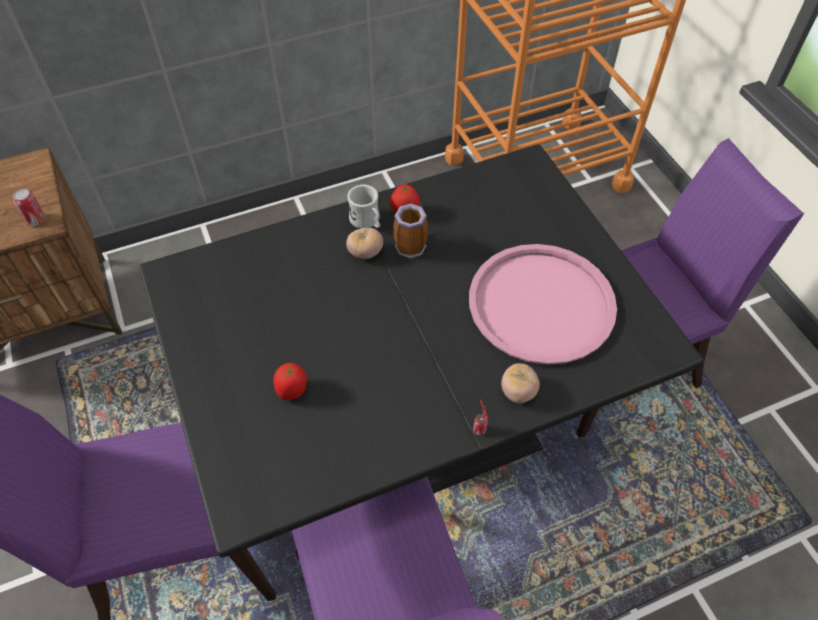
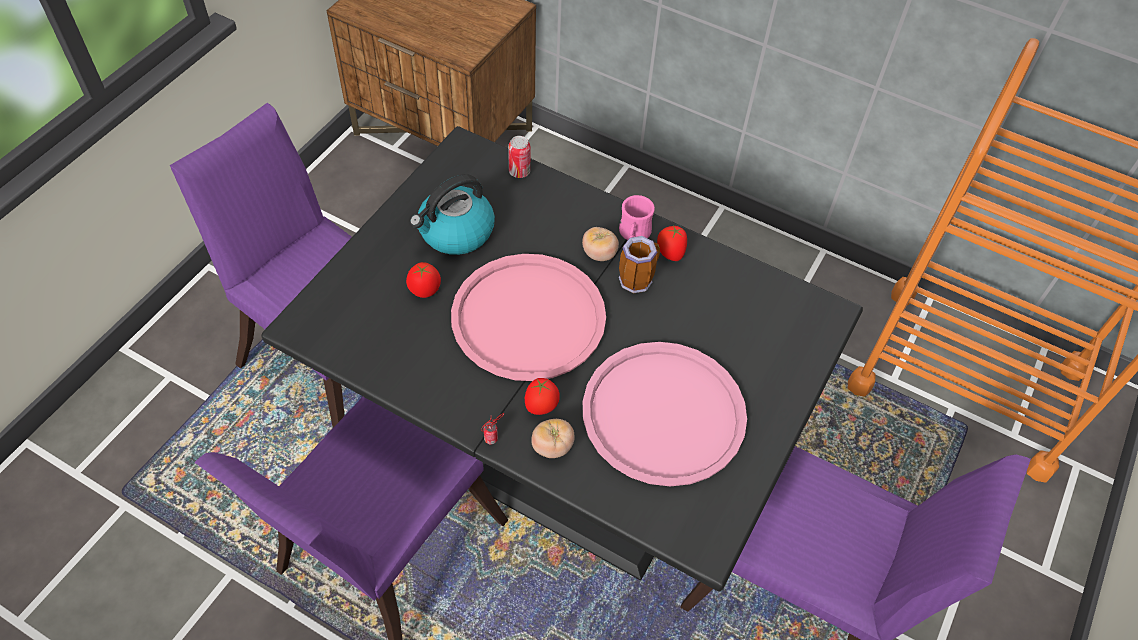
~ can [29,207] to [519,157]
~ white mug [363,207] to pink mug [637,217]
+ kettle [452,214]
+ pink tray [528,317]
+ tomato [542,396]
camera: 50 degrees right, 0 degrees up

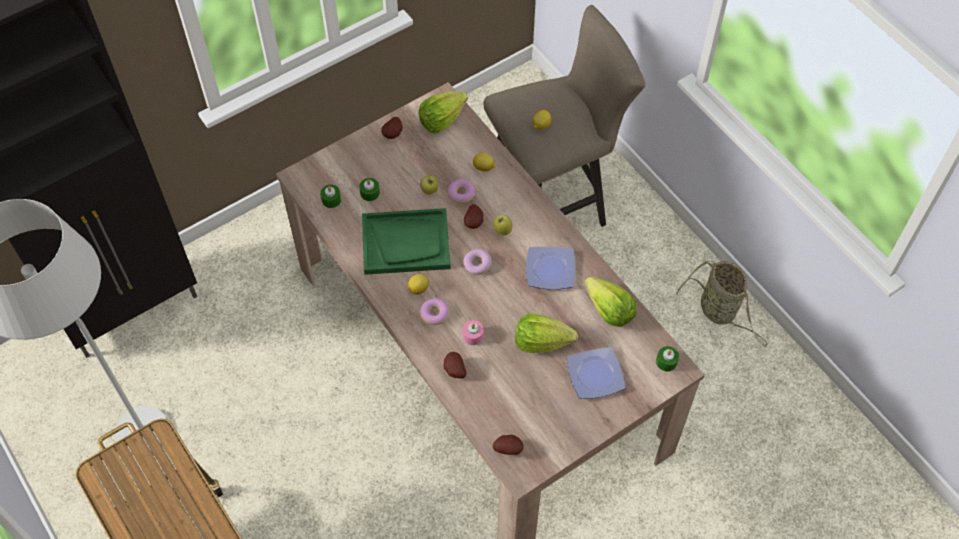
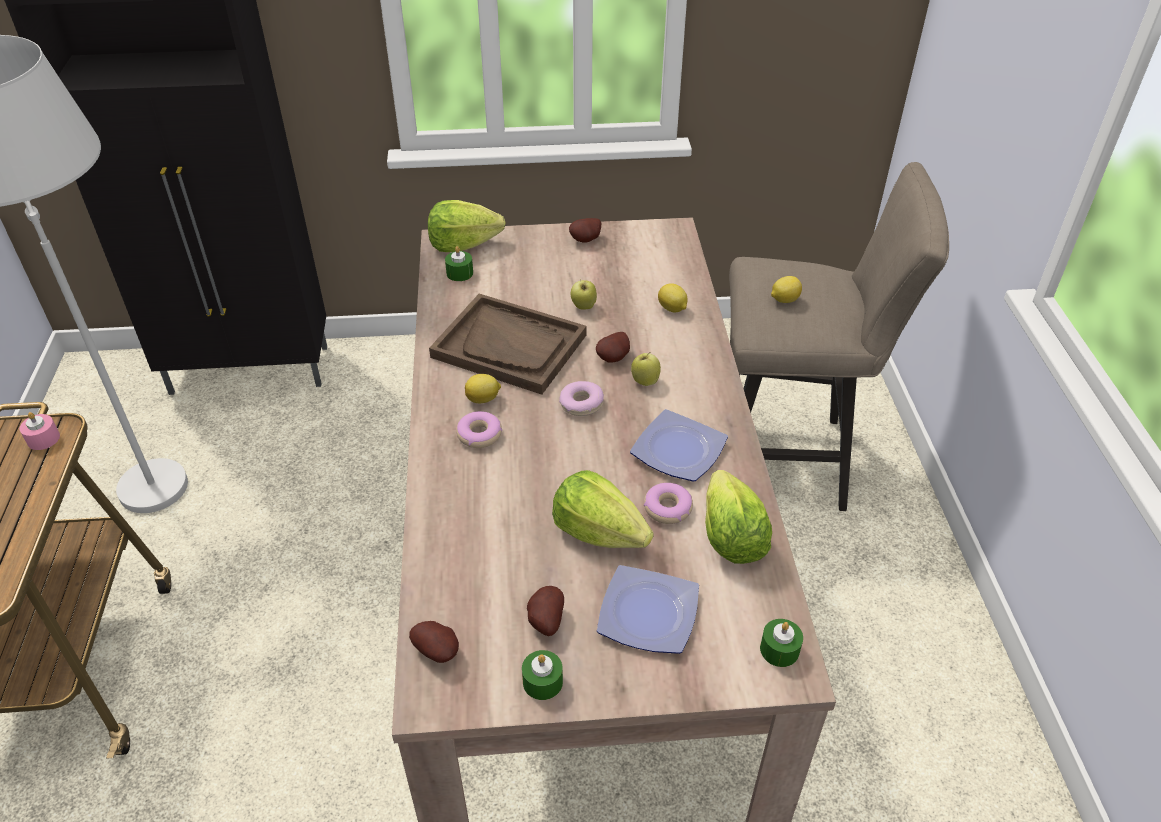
~ green candle [369,189] to [542,675]
~ green tray [406,241] to brown tray [508,344]
~ lettuce [443,112] to [467,226]
~ potato [455,365] to [545,611]
~ donut [461,191] to [668,503]
~ pink candle [473,332] to [39,431]
- basket [721,304]
camera: 30 degrees right, 15 degrees down

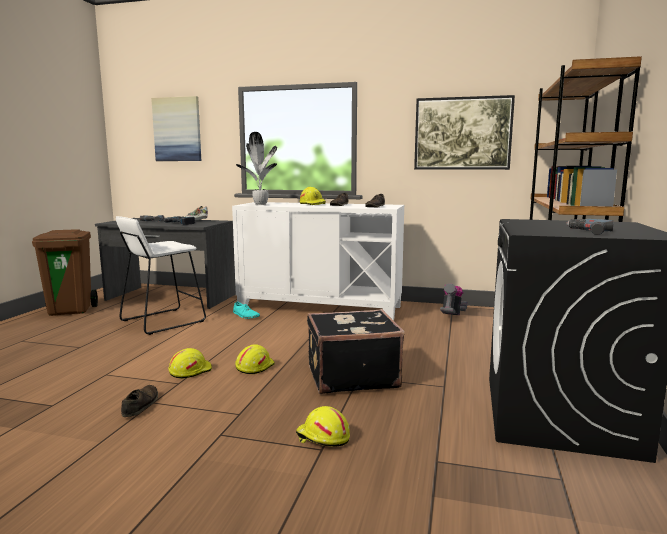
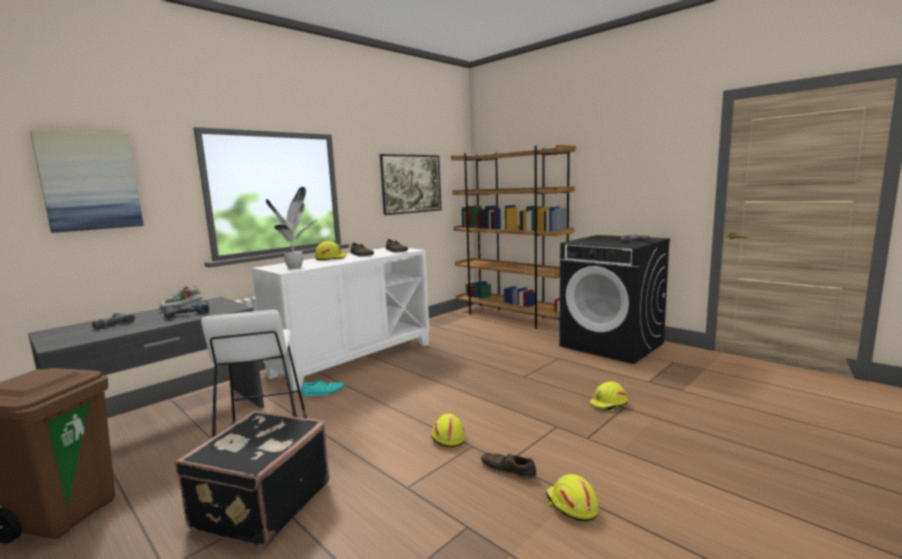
~ yellow hard hat [255,359] to [572,498]
~ black suitcase [356,351] to [252,479]
- vacuum cleaner [454,299]
camera: 60 degrees left, 0 degrees up

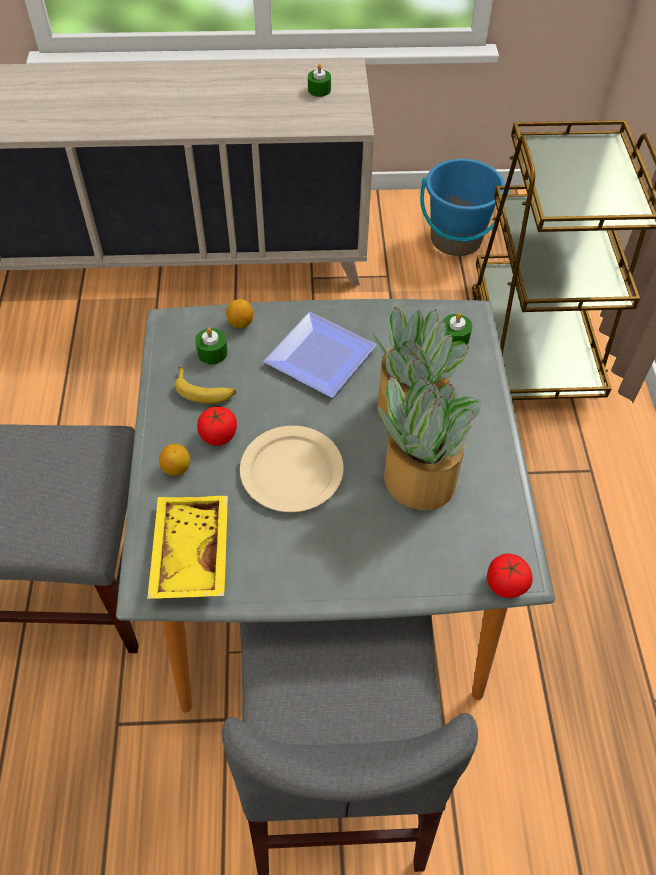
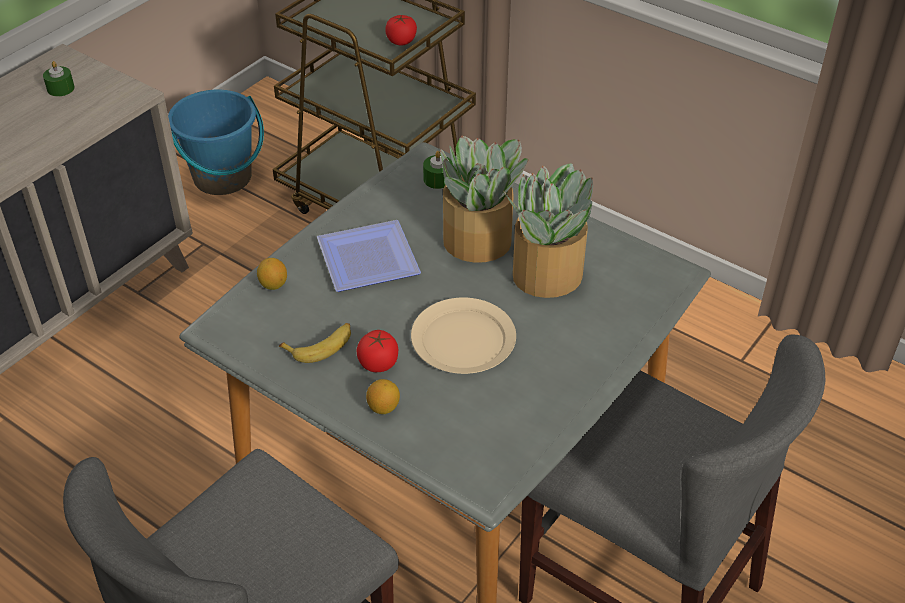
- yellow tray [187,547]
- green candle [211,346]
~ tomato [510,576] to [401,30]
camera: 50 degrees left, 10 degrees down

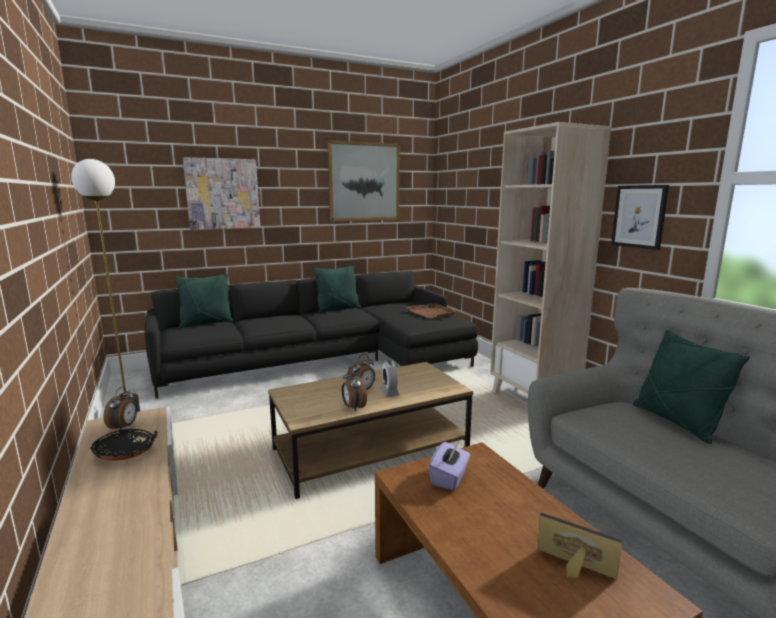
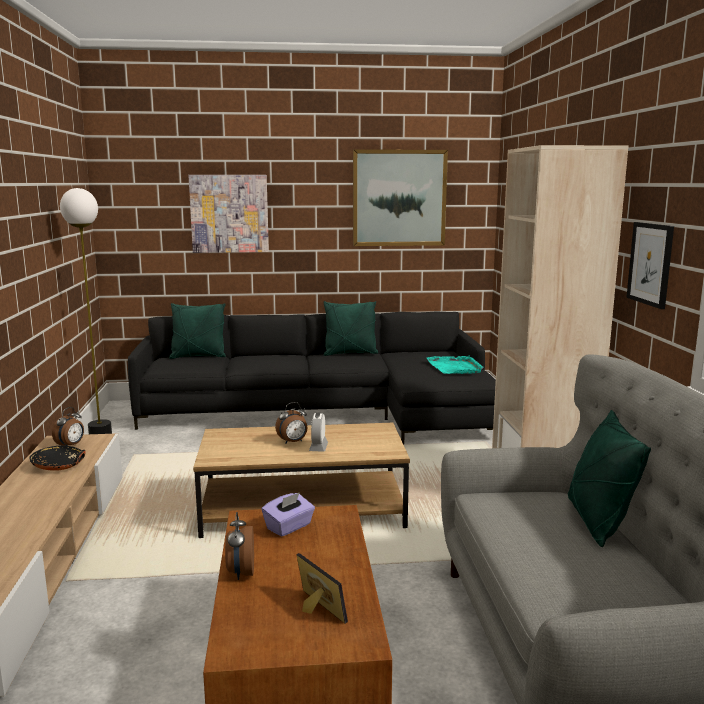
~ alarm clock [354,389] to [239,546]
~ brown tray [430,310] to turquoise tray [455,364]
camera: 20 degrees right, 0 degrees up

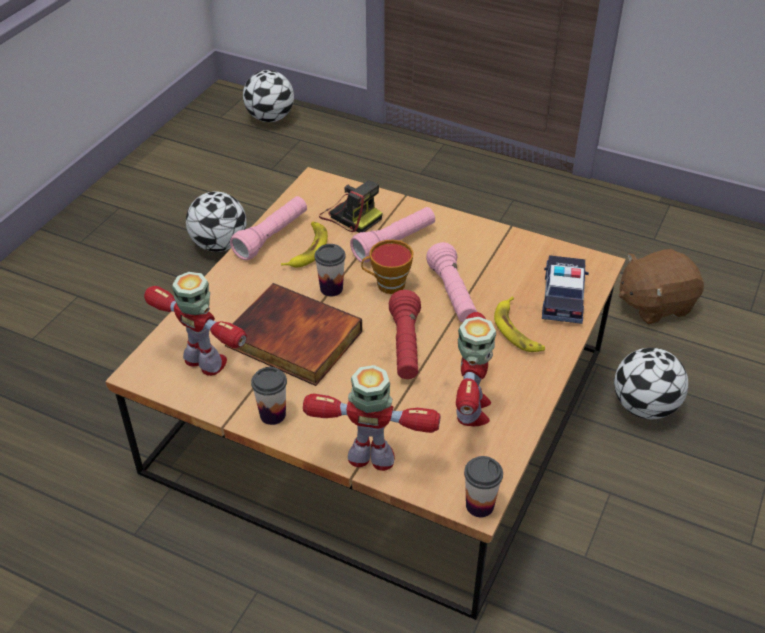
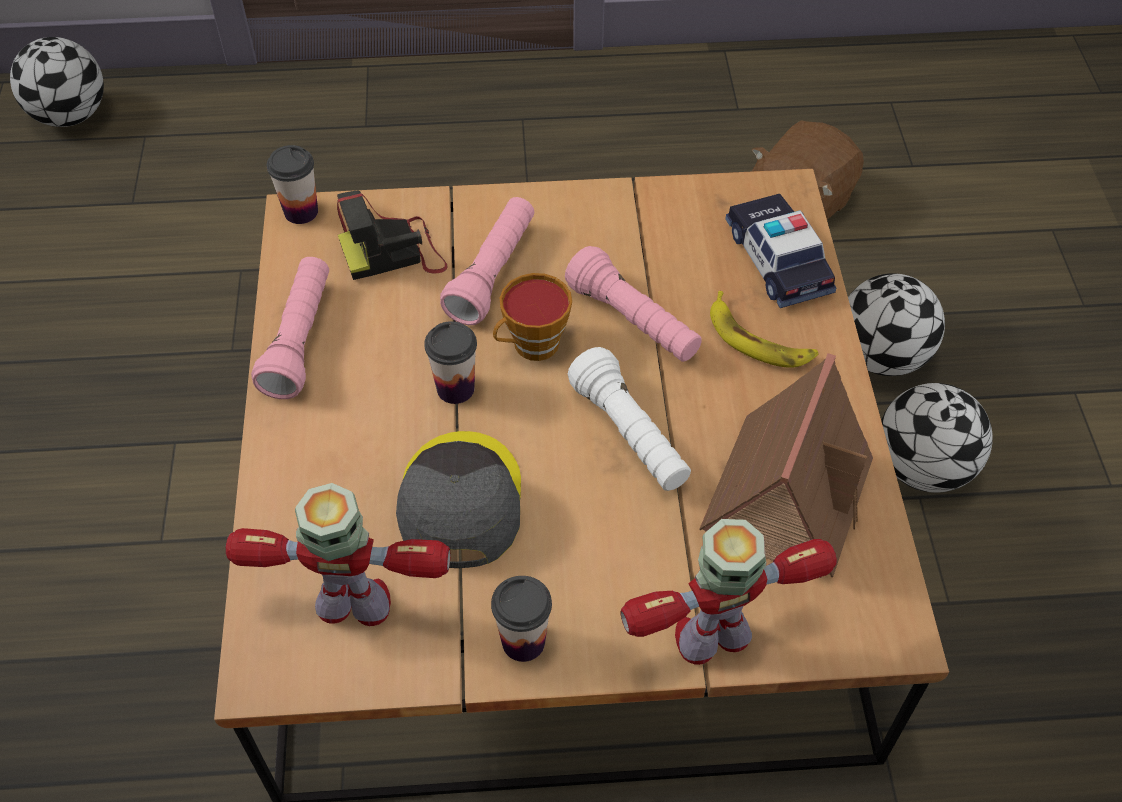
~ football [216,221] to [937,438]
~ book [293,334] to grey cap [458,499]
- banana [304,245]
~ photo camera [350,206] = [392,235] 150 degrees clockwise
~ red flashlight [405,334] to white flashlight [629,419]
~ toy robot [476,369] to toy house [786,465]
~ cup [483,486] to [292,184]
camera: 30 degrees left, 10 degrees up

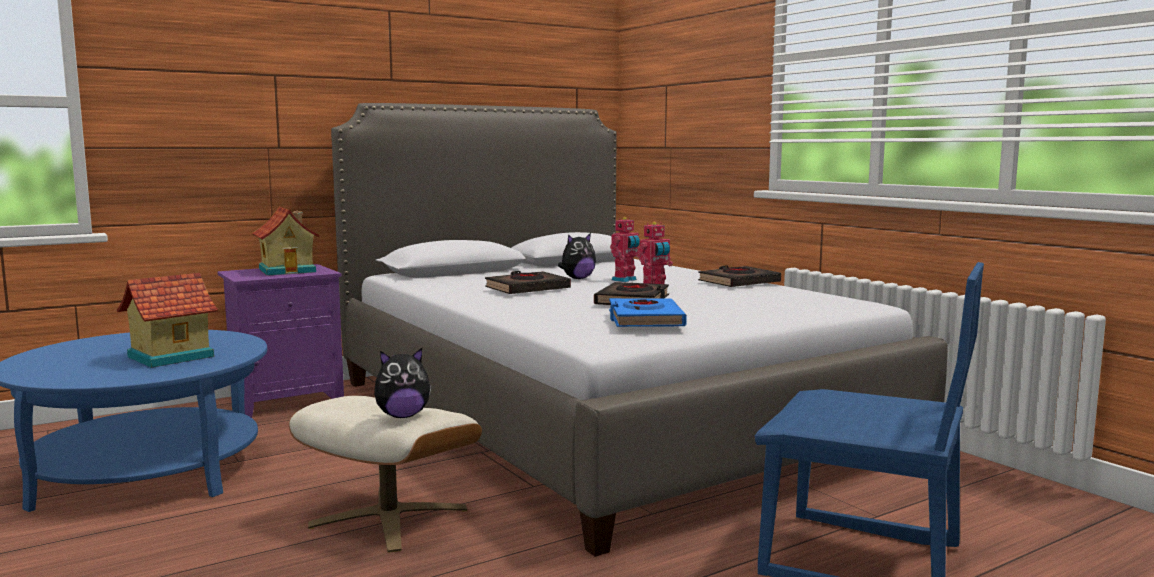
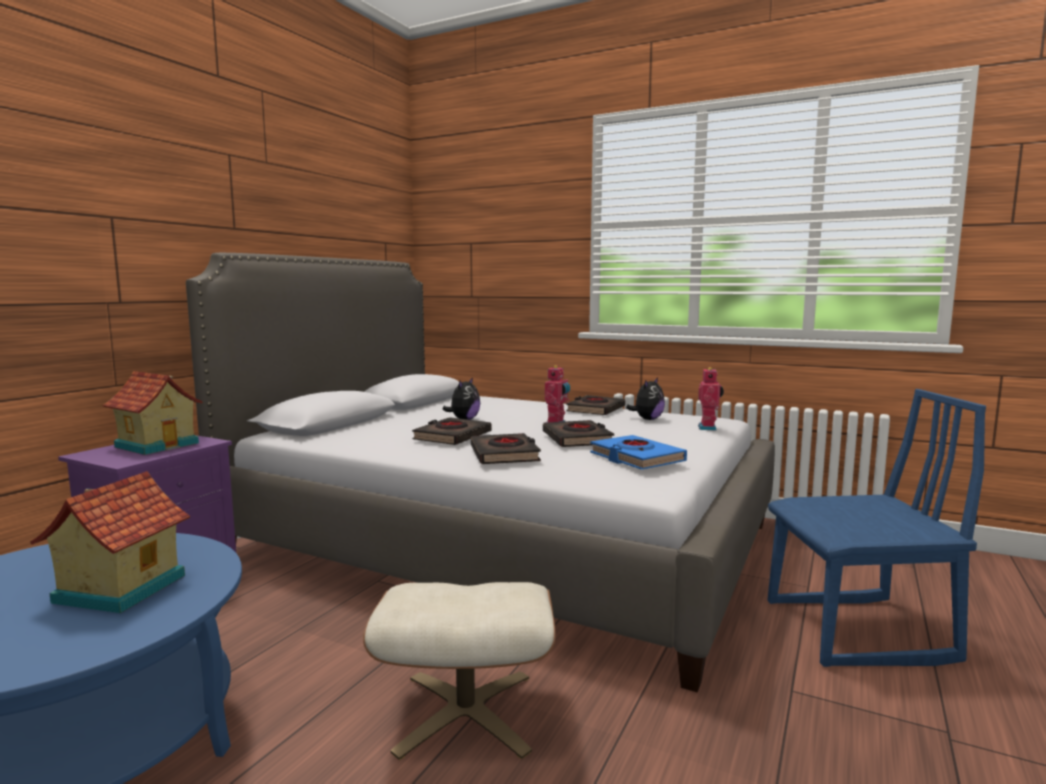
~ plush toy [403,383] to [645,398]
~ toy robot [625,249] to [711,399]
+ black book [506,448]
camera: 30 degrees left, 0 degrees up

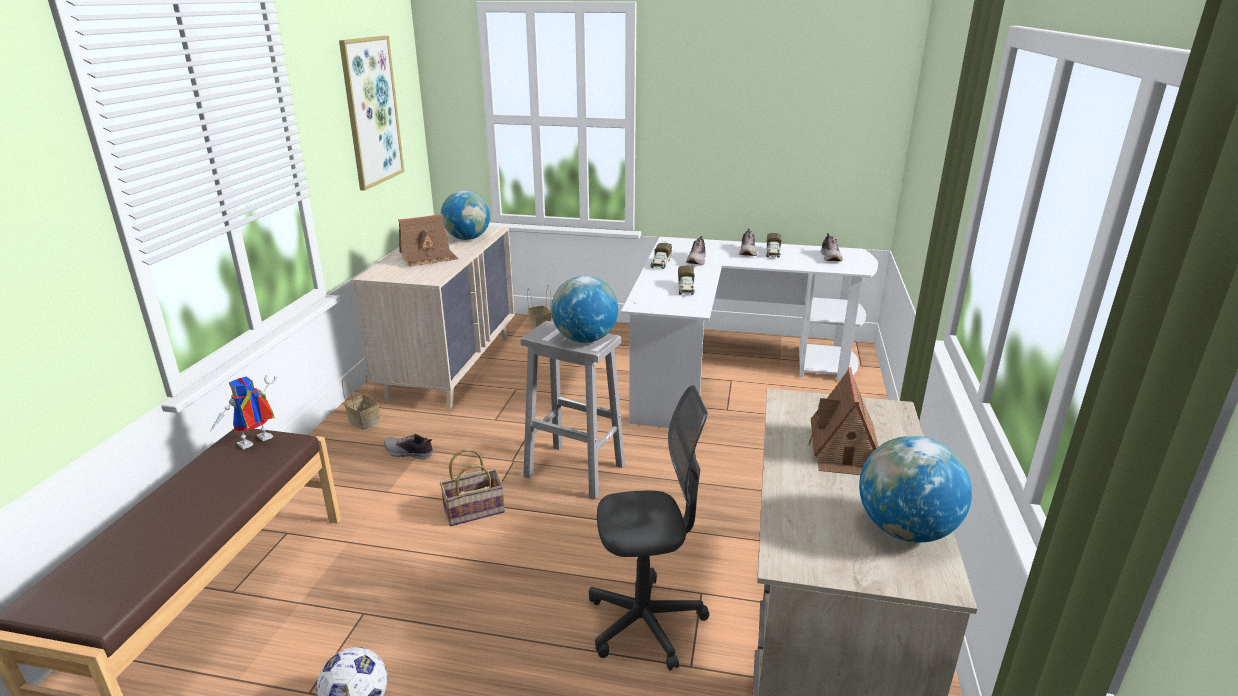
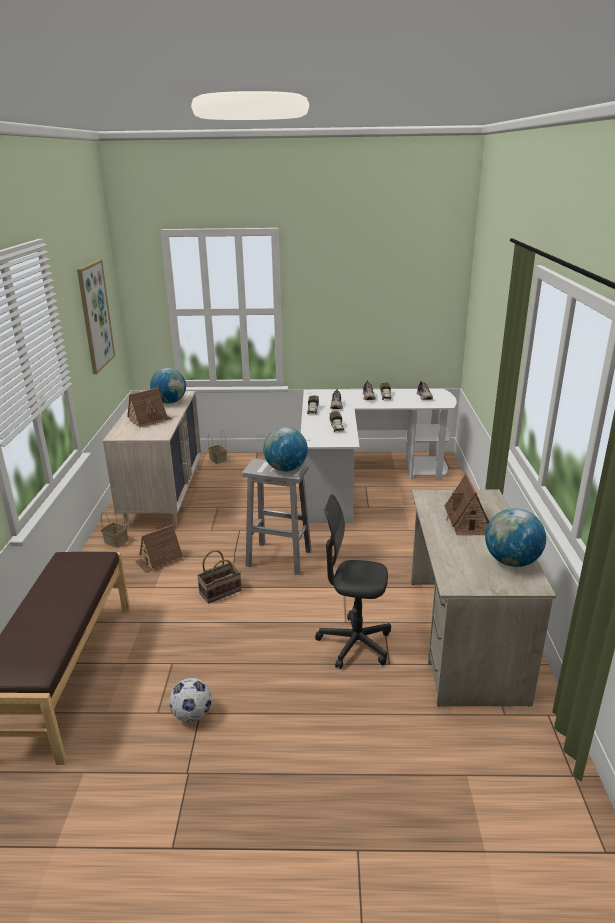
- toy robot [243,412]
~ shoe [409,447] to toy house [159,548]
~ grey office chair [649,528] = [353,581] 150 degrees counterclockwise
camera: 10 degrees left, 0 degrees up

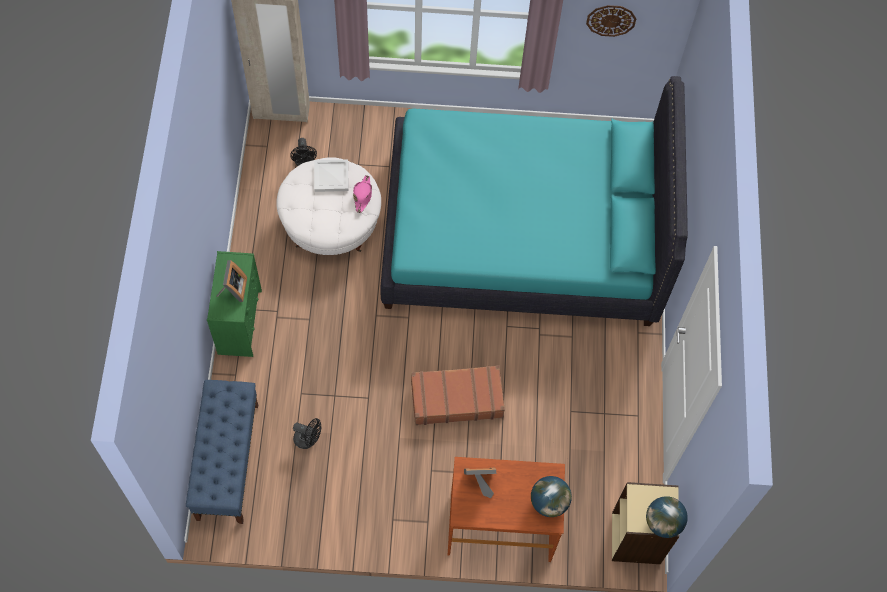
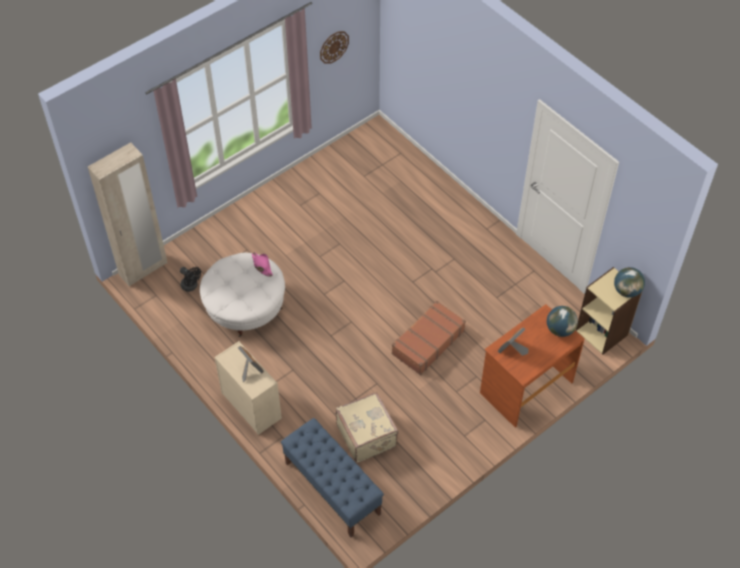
~ green dresser [234,304] to beige dresser [248,388]
~ black fan [307,433] to beige suitcase [367,427]
- white tray [331,175]
- turquoise bed [534,201]
camera: 40 degrees left, 10 degrees down

